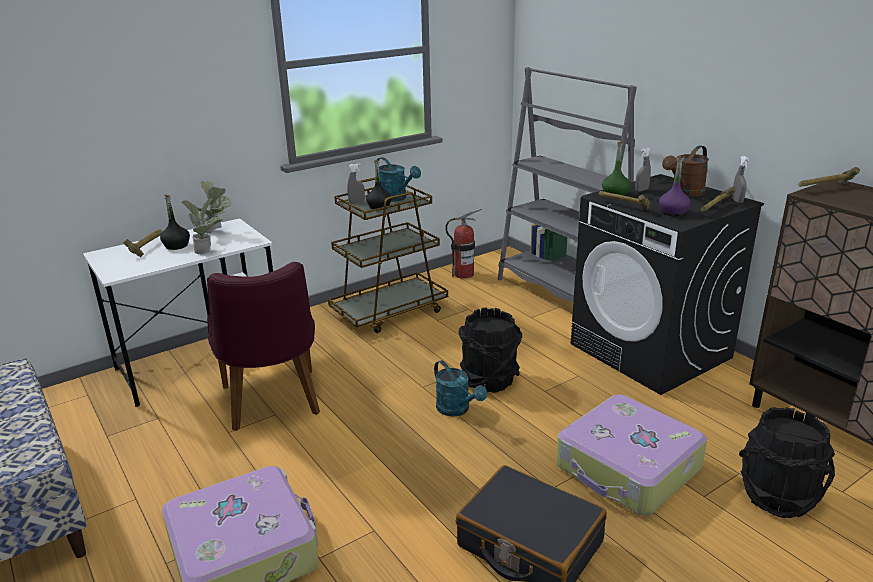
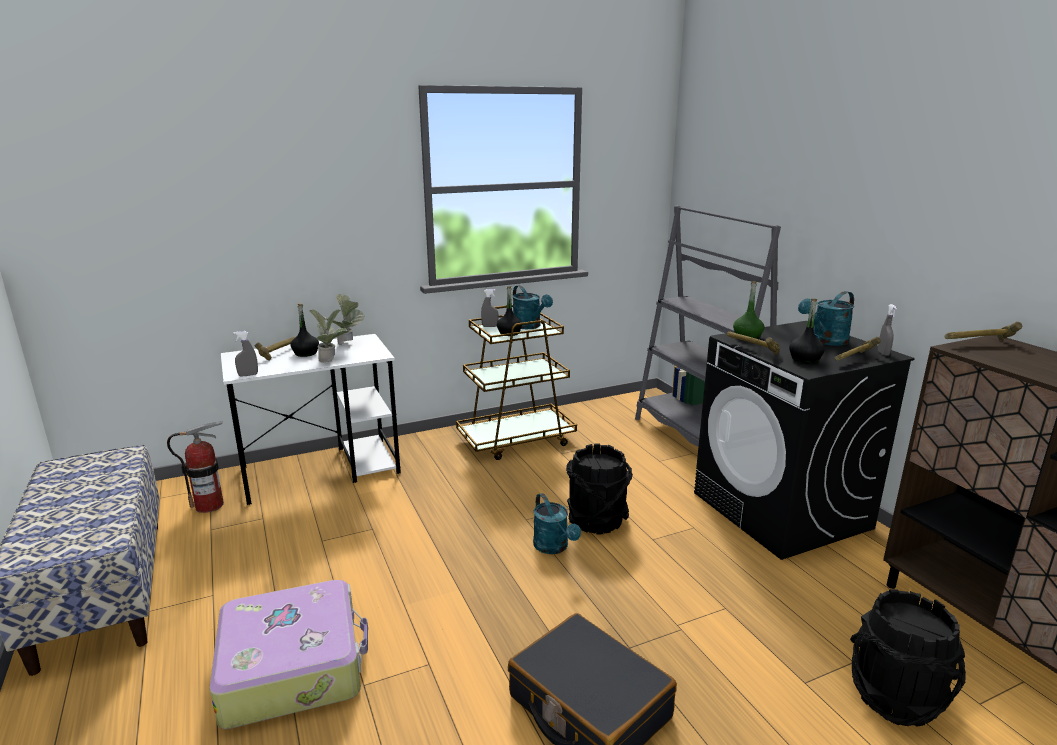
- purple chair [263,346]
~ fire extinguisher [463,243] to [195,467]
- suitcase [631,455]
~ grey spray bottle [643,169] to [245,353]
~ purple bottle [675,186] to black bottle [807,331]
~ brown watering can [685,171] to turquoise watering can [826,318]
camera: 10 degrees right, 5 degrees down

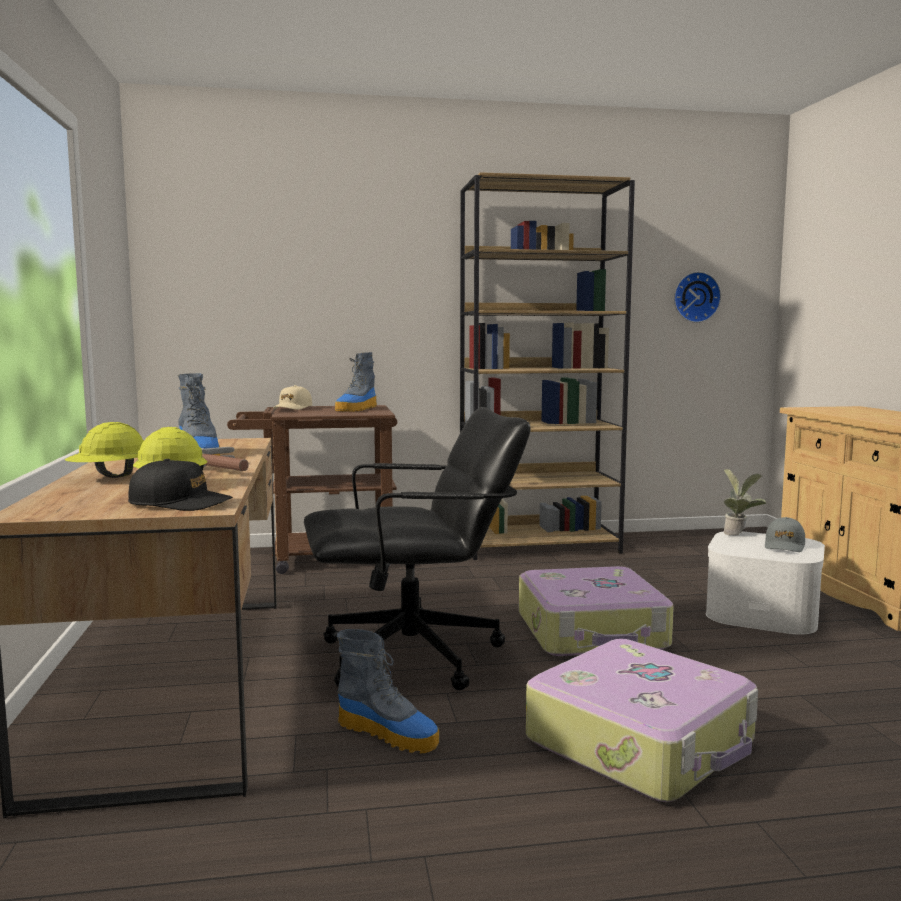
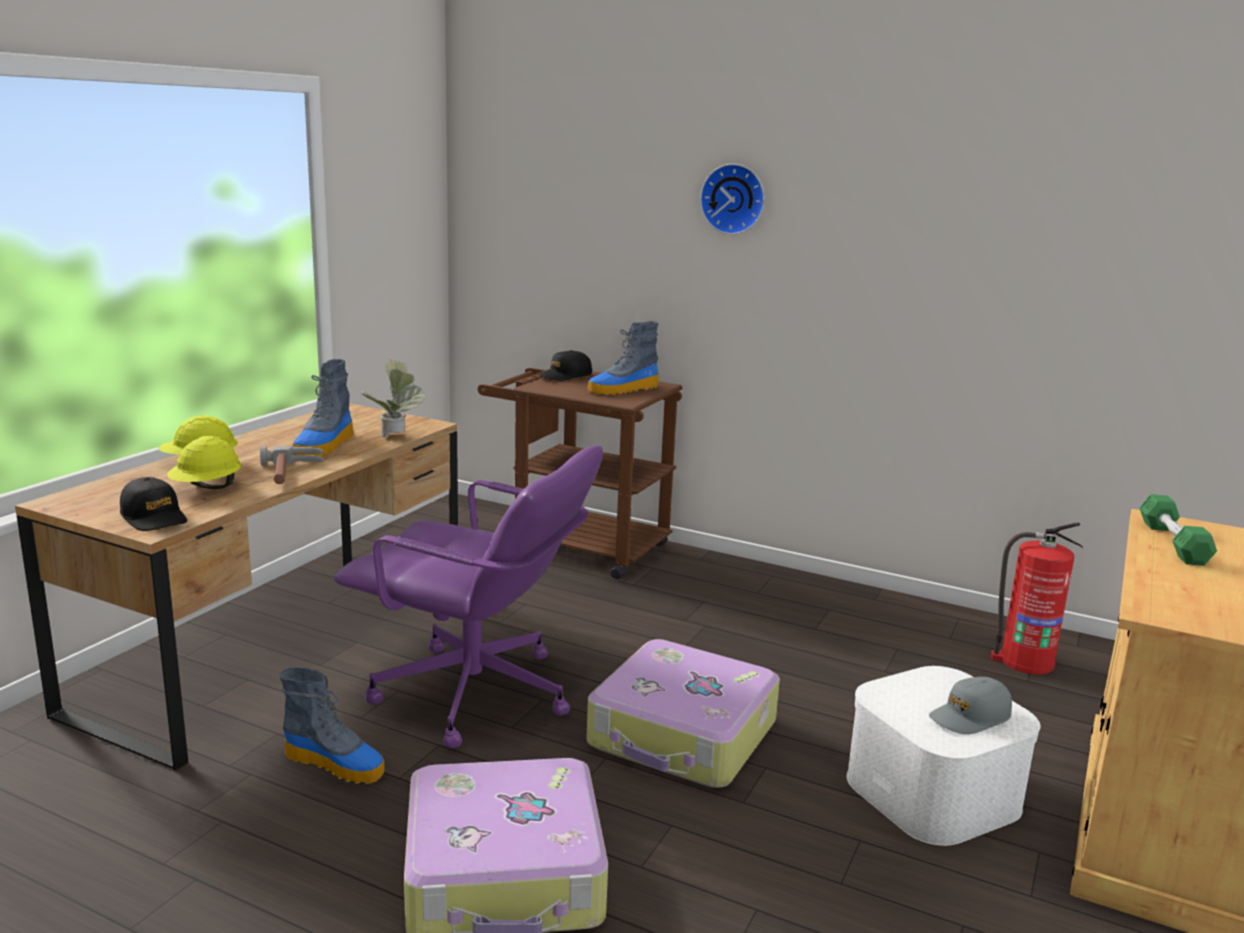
~ beige cap [292,397] to black cap [565,365]
~ black office chair [417,549] to purple office chair [468,596]
~ boot [388,691] = [332,726] 45 degrees counterclockwise
- brown bookcase [547,366]
~ wall clock [697,297] to [732,199]
~ potted plant [745,502] to [393,398]
+ fire extinguisher [1036,598]
+ green dumbbell [1178,530]
camera: 35 degrees right, 10 degrees up

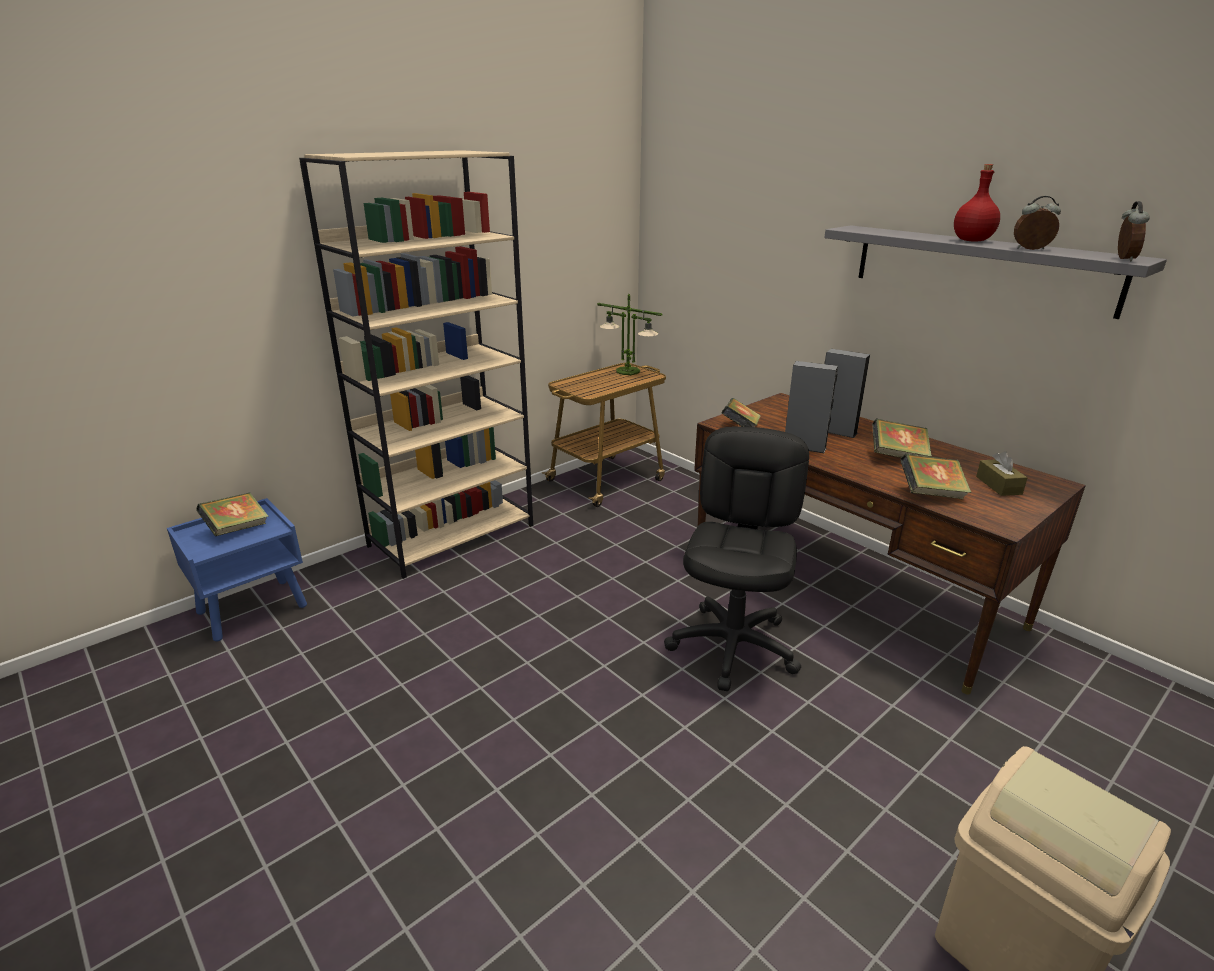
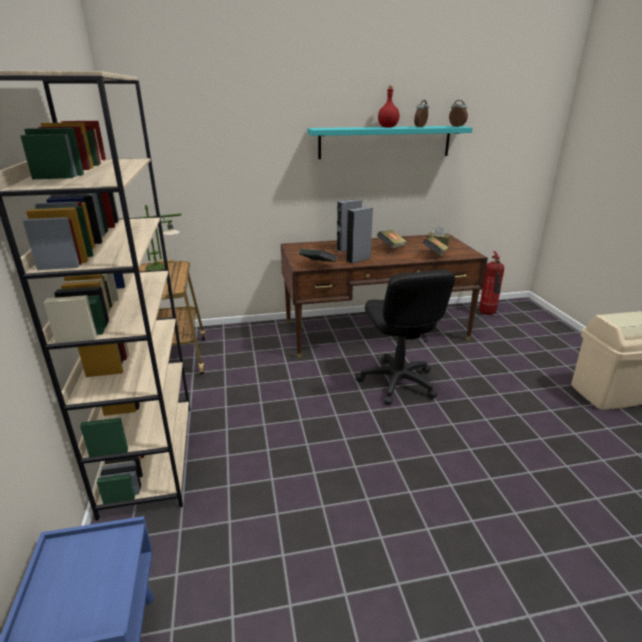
- book [232,514]
~ black office chair [736,559] = [405,337] 150 degrees counterclockwise
~ grey shelf [995,272] to turquoise shelf [390,142]
+ fire extinguisher [491,283]
camera: 60 degrees left, 0 degrees up

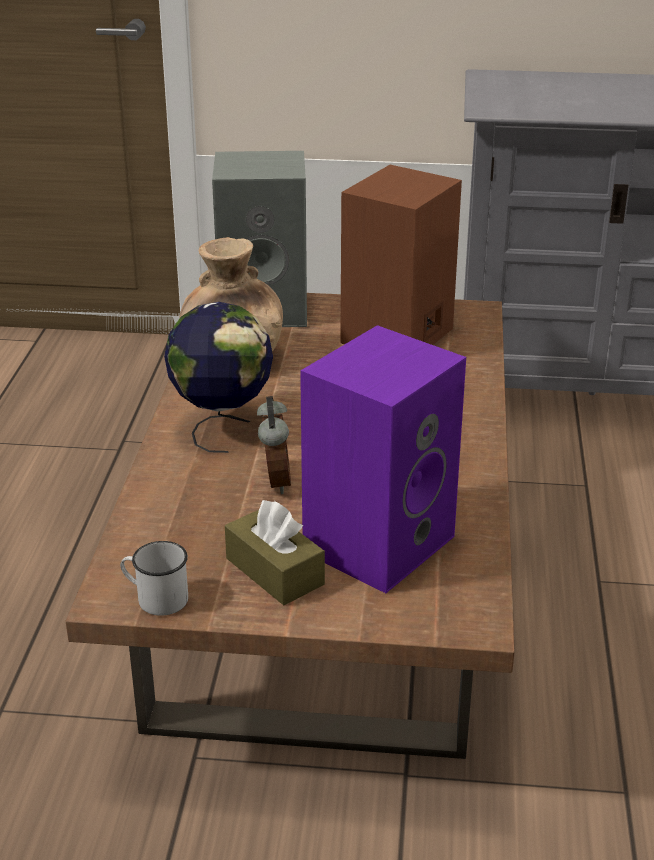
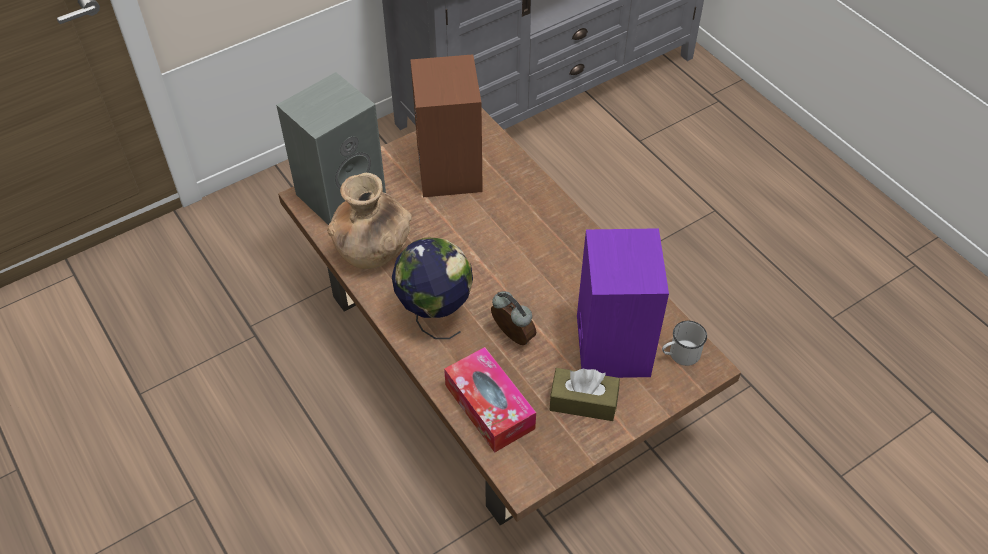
~ white mug [154,578] to [684,343]
+ tissue box [490,400]
camera: 40 degrees left, 20 degrees up

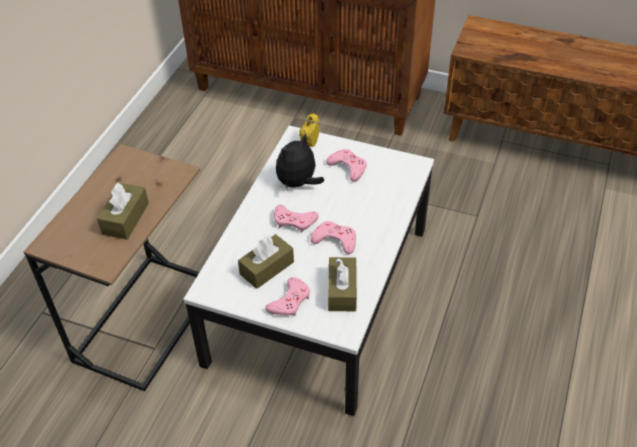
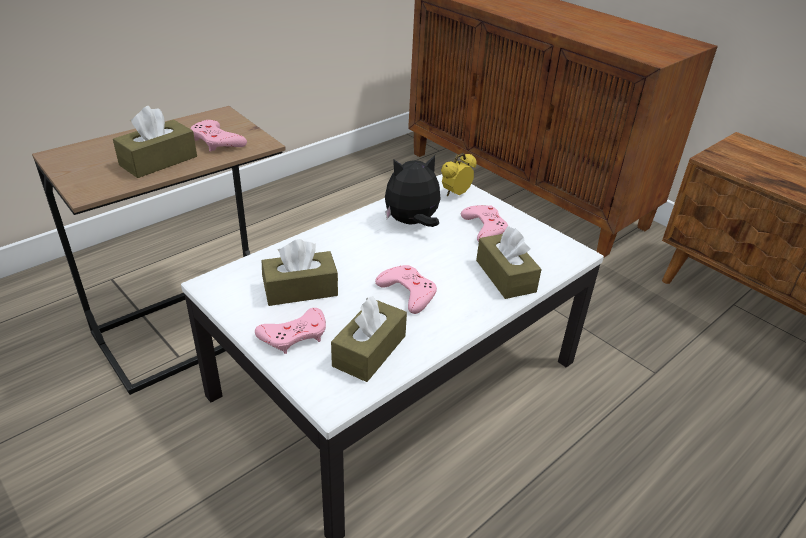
~ pink game controller [296,219] to [219,136]
+ brown tissue box [509,262]
camera: 25 degrees right, 10 degrees down

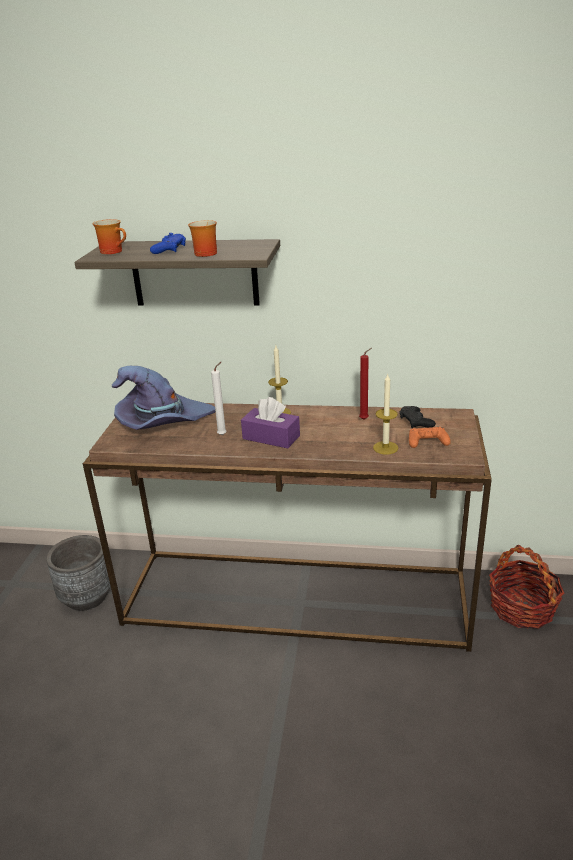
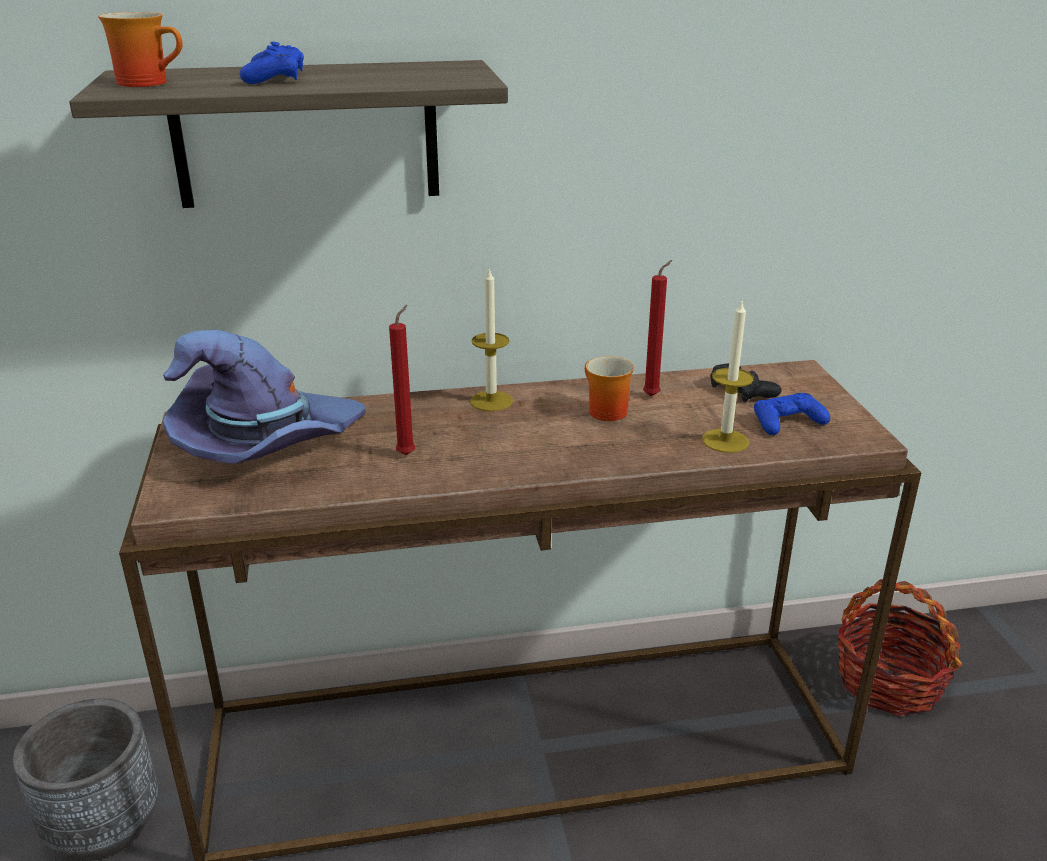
~ mug [202,238] to [609,388]
~ white candle [219,398] to red candle [402,380]
- purple tissue box [270,422]
~ orange game controller [430,437] to blue game controller [792,414]
camera: 20 degrees left, 0 degrees up

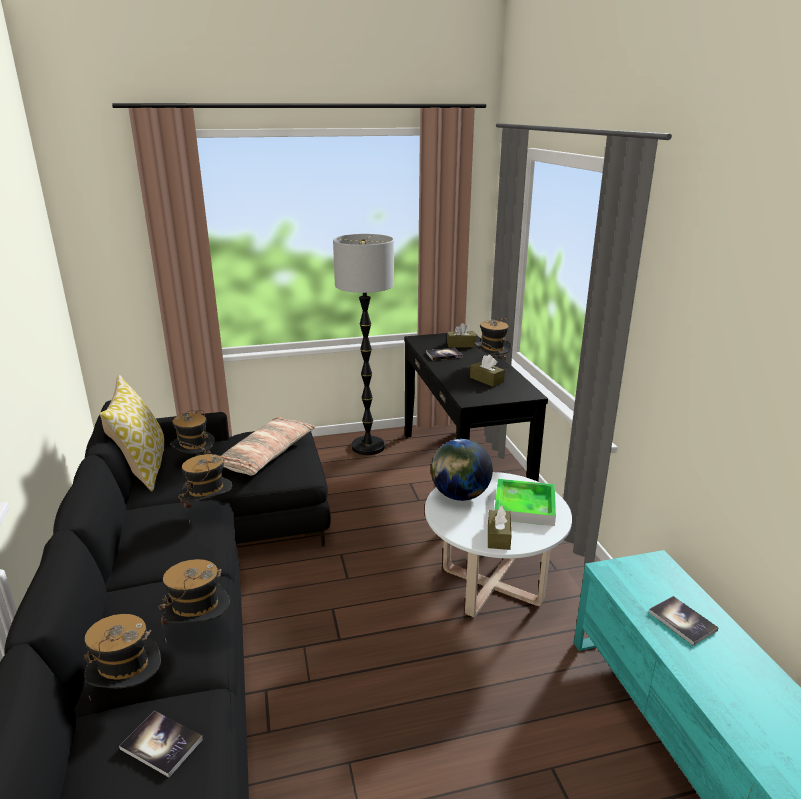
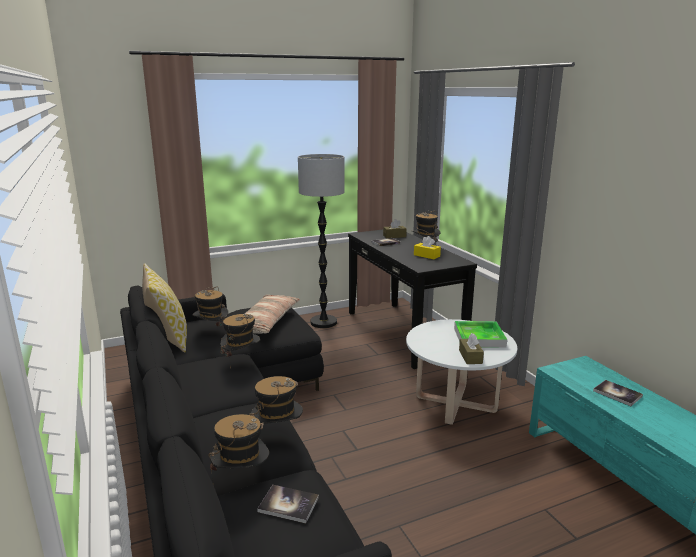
- globe [462,470]
~ brown tissue box [487,371] to yellow tissue box [427,247]
camera: 10 degrees left, 5 degrees down

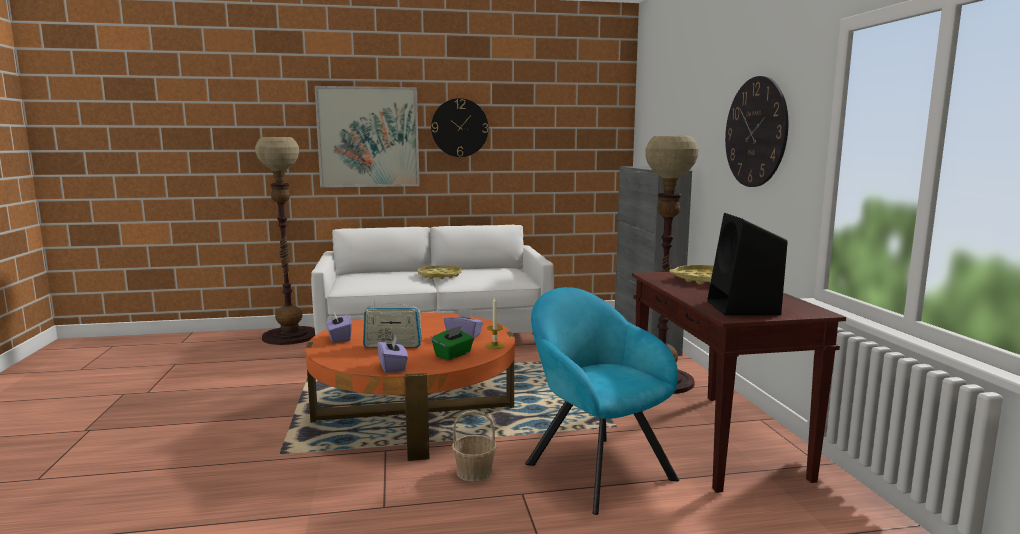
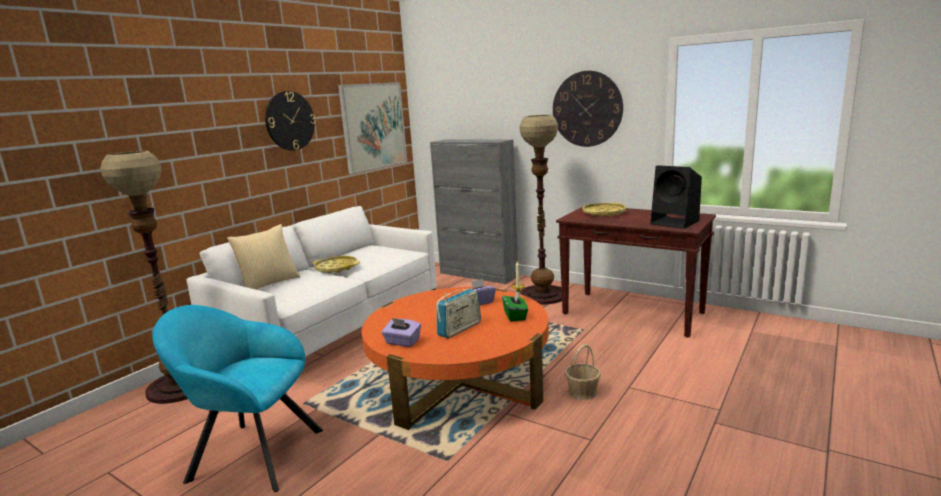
~ picture [367,136] to [372,128]
- purple tissue box [392,353]
~ turquoise armchair [602,401] to [237,398]
+ pillow [263,257]
camera: 45 degrees left, 5 degrees up

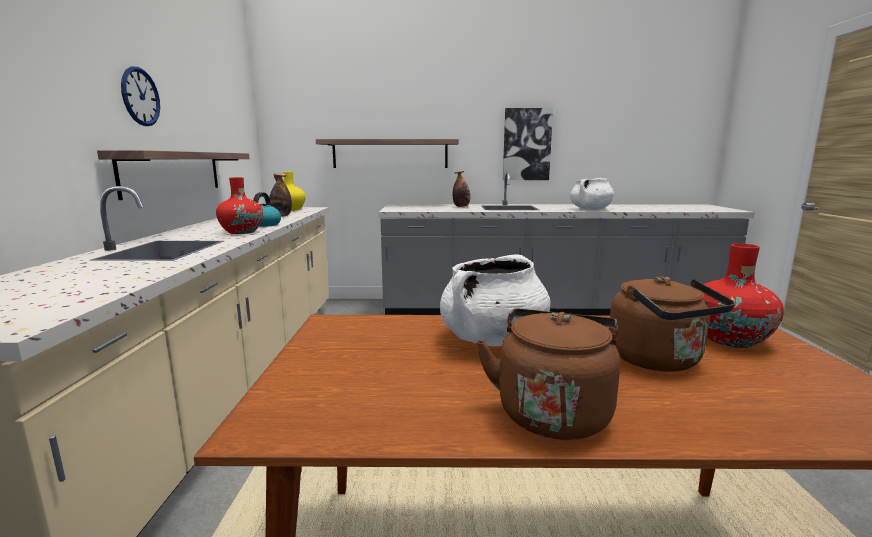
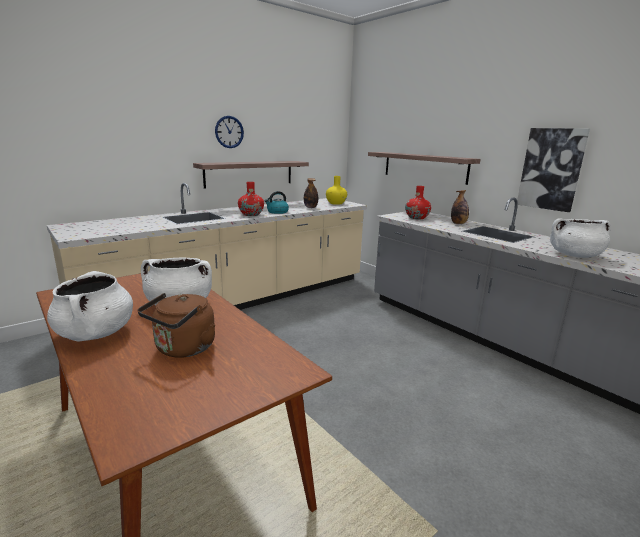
~ brown kettle [548,374] to white cooking pot [90,306]
~ red vase [743,295] to [418,202]
camera: 50 degrees right, 5 degrees up

